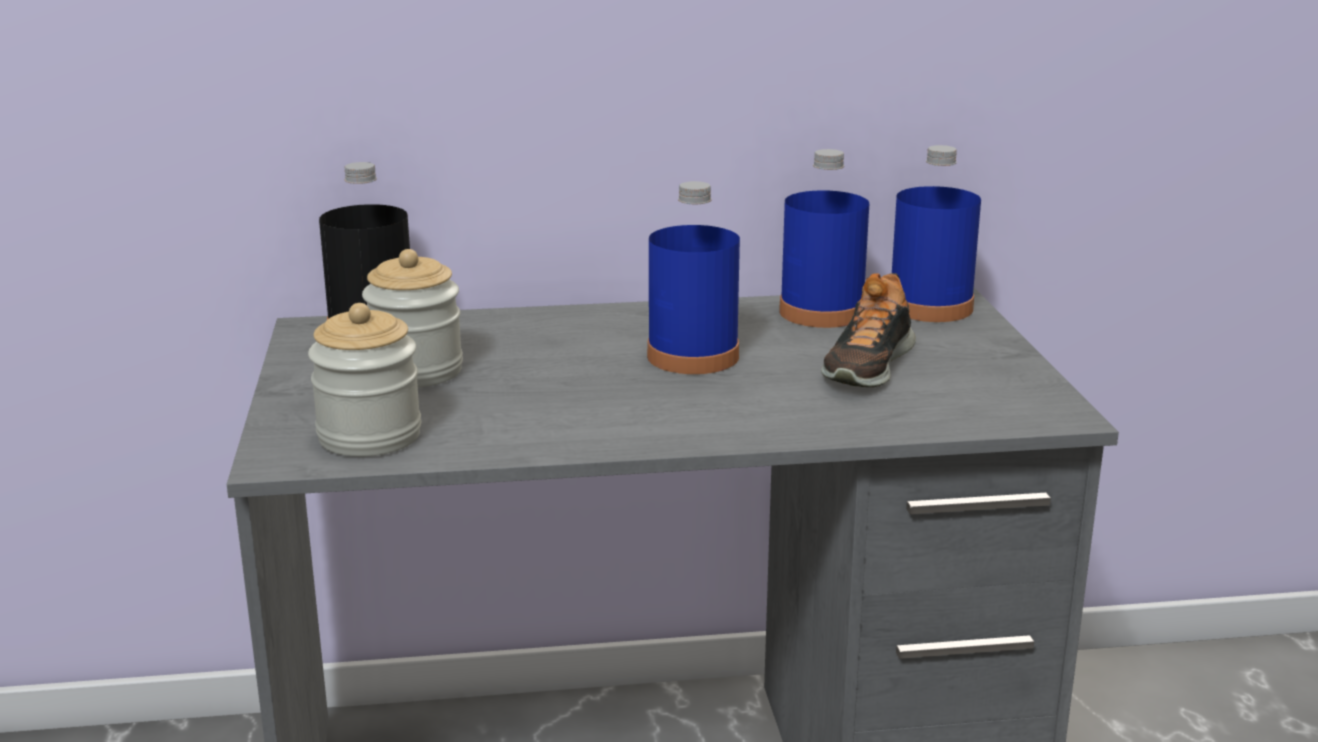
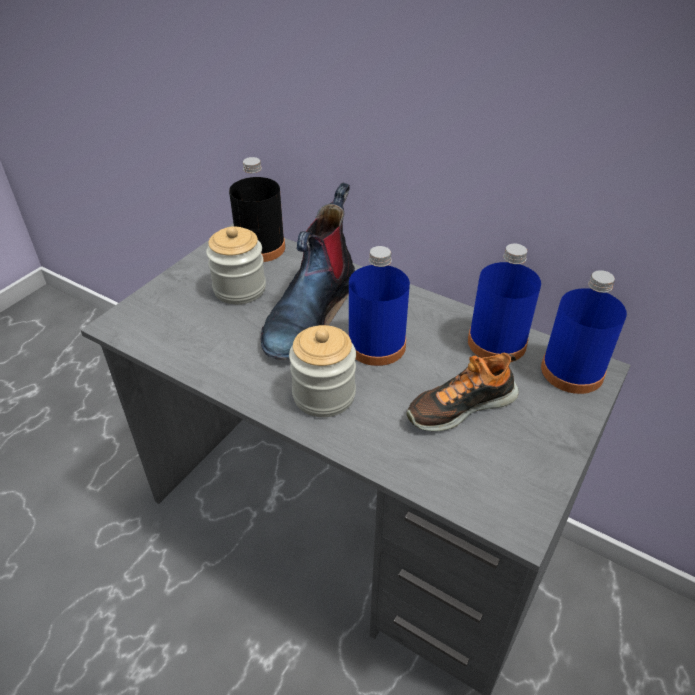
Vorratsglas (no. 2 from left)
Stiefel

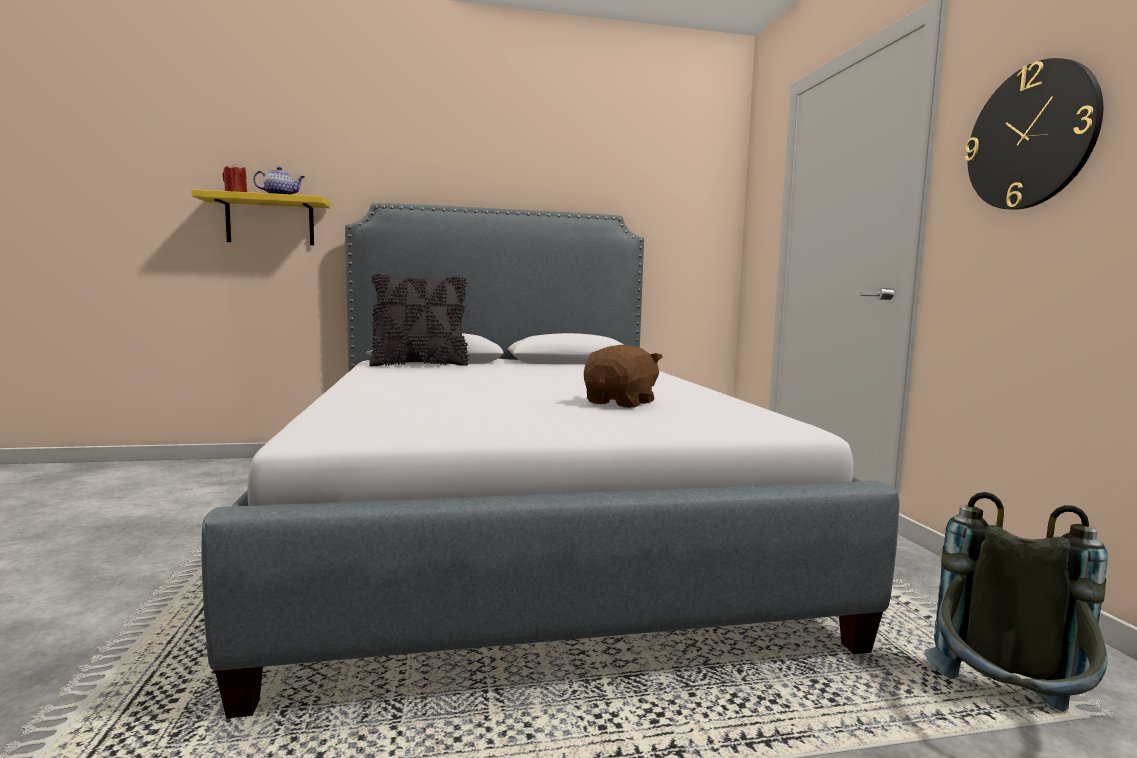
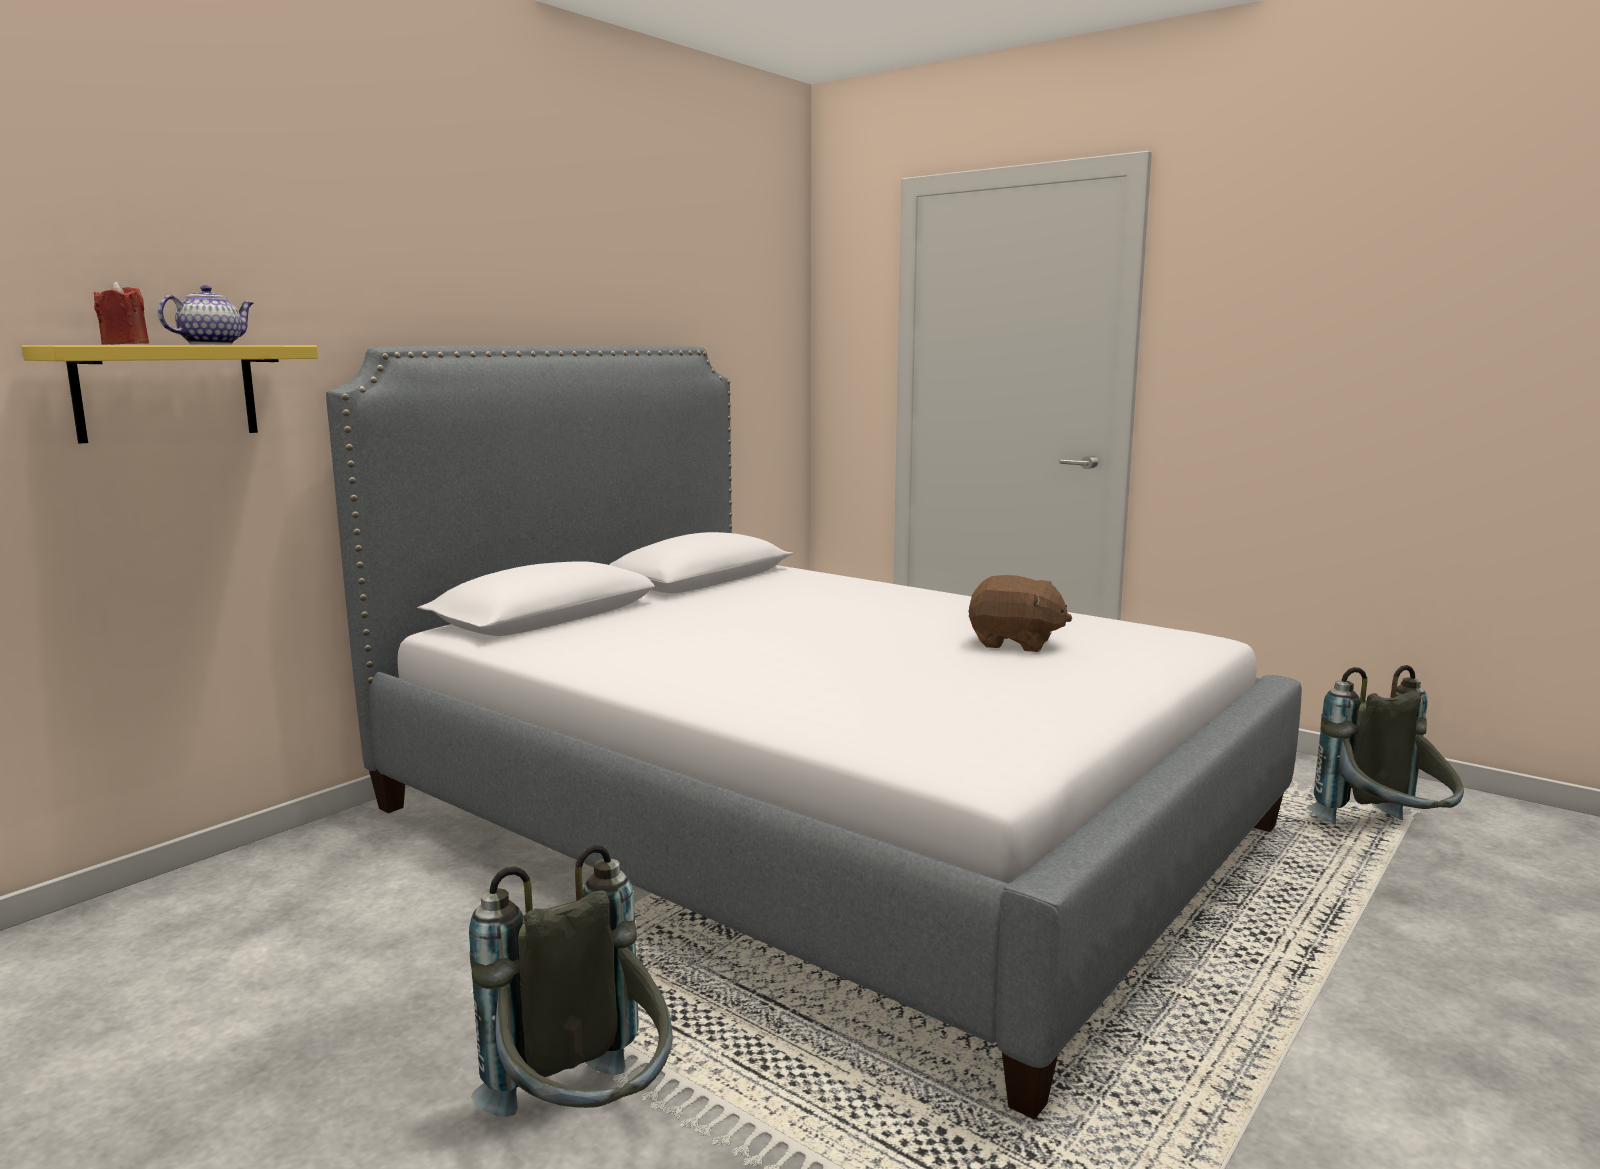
Kissen (schwarz)
Plüschtier (braun)
Wanduhr
Rucksack (grau) (no. 1 from left)

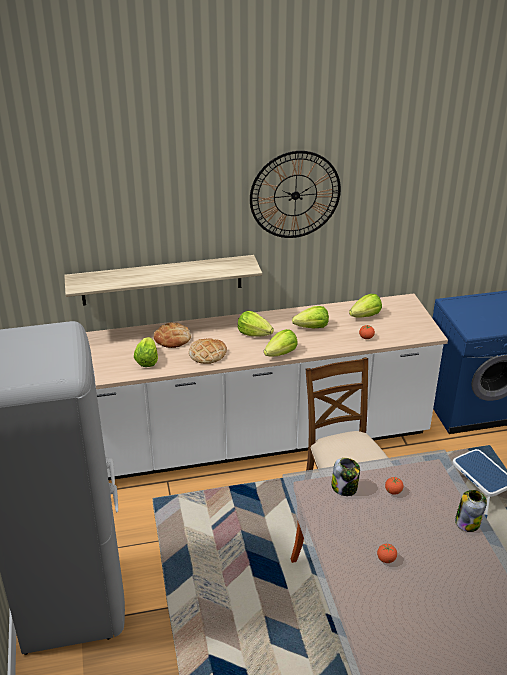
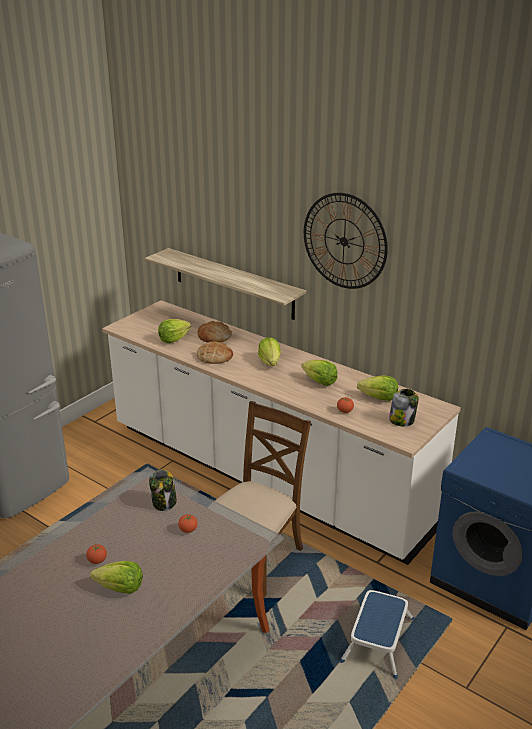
Salatkopf (no. 1 from left)
Vorratsglas (no. 2 from left)

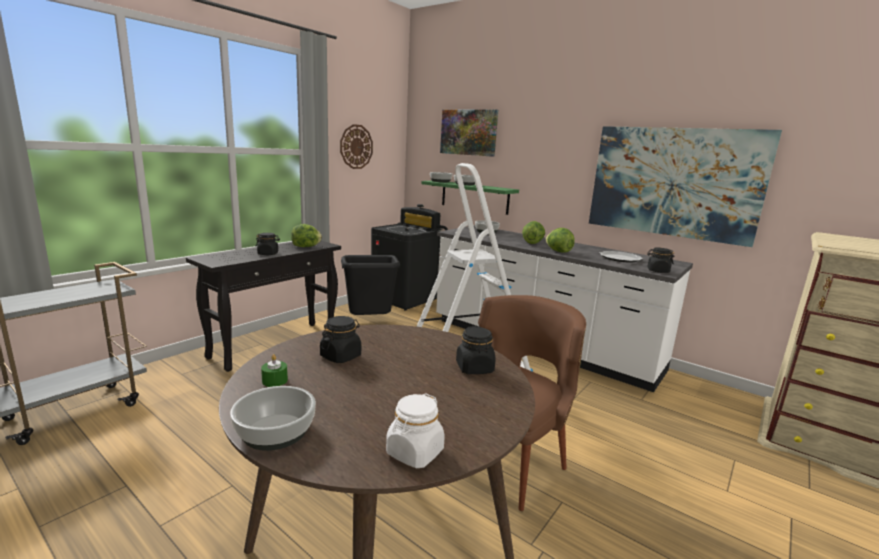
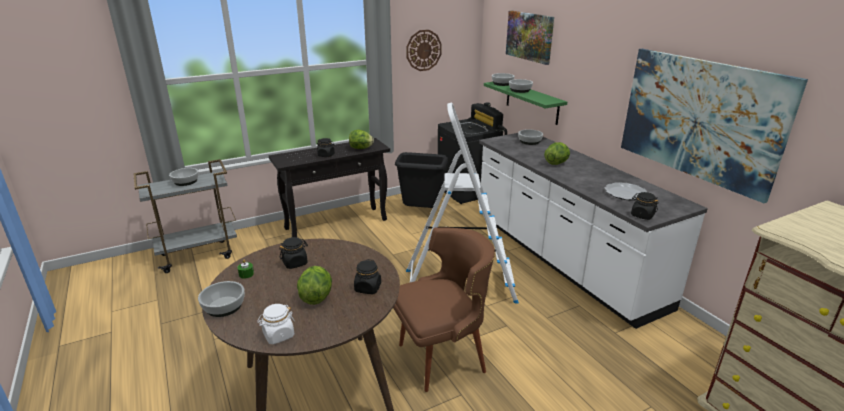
Salatkopf (no. 1 from left)
Schüssel (no. 1 from left)

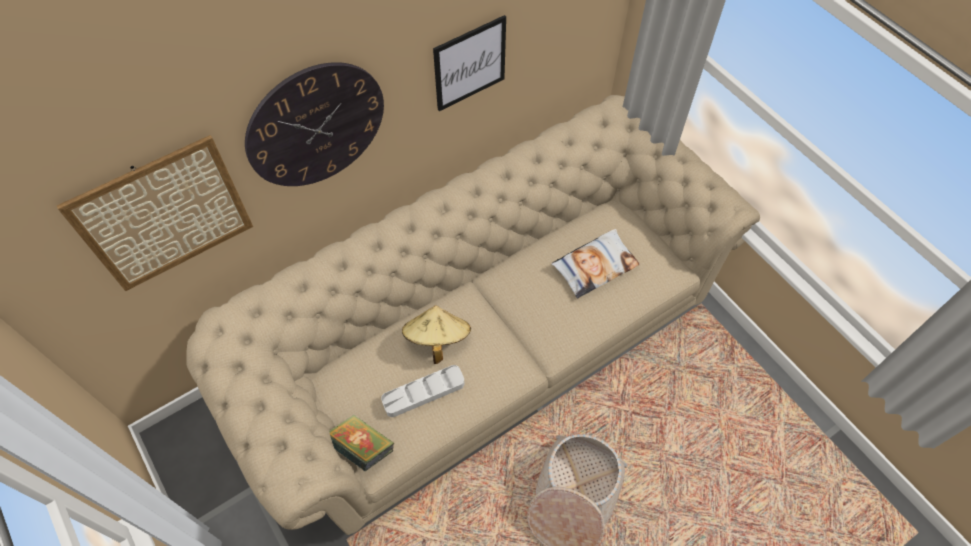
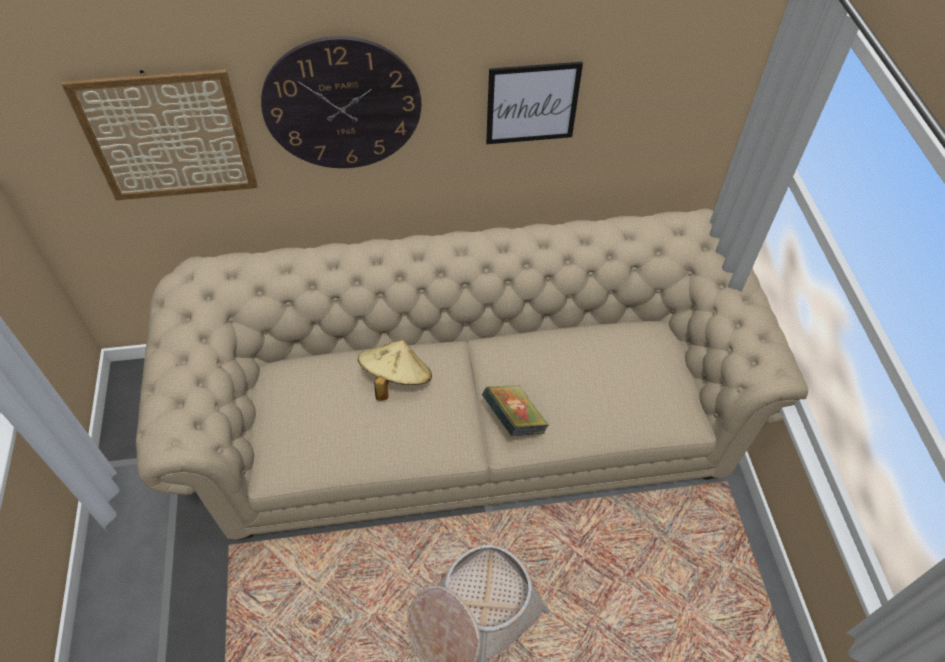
Buch
Tablett (grau)
Kissen

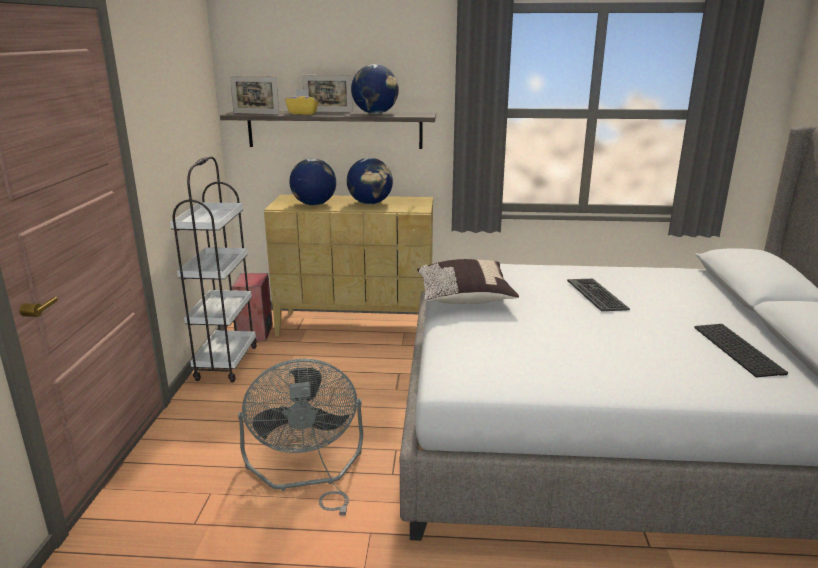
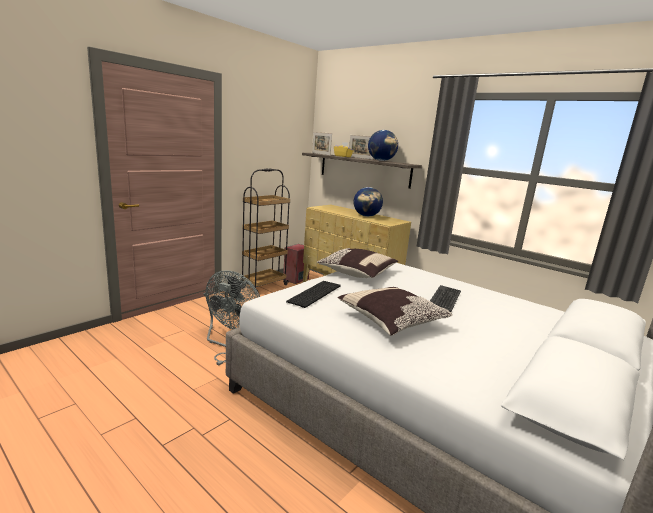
Rollwagen (braun)
Globus (no. 1 from left in the first image)
Tastatur (no. 1 from left)
Kissen (no. 2 from left)

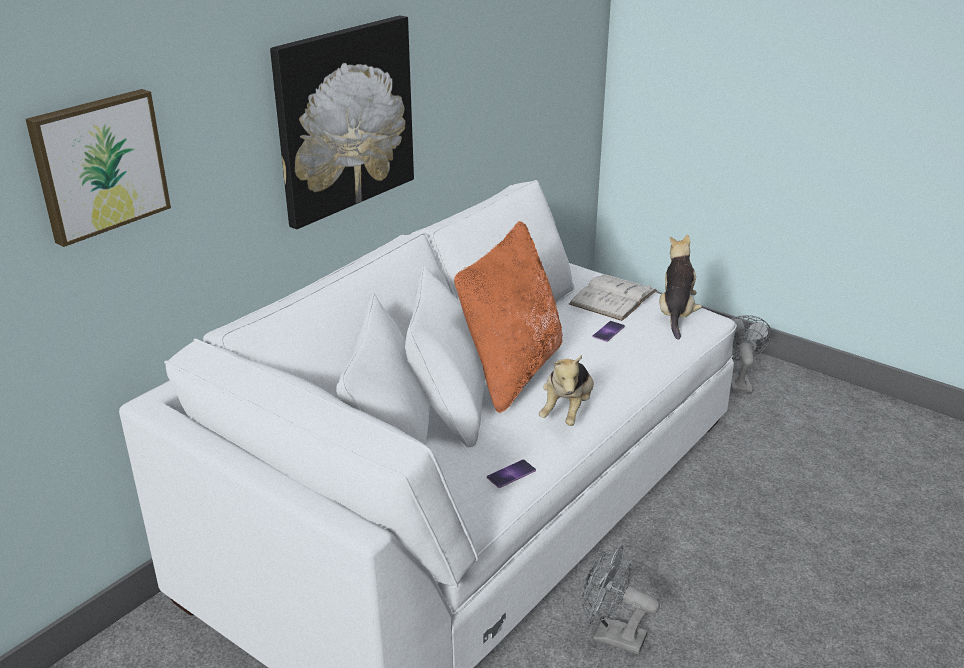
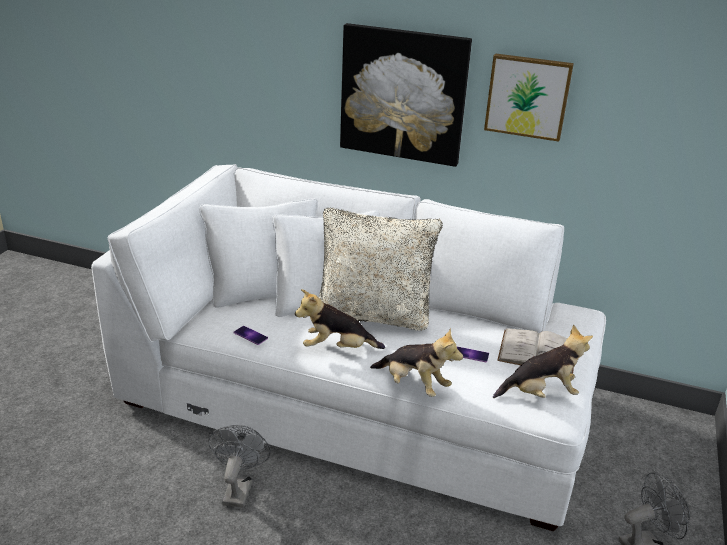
Bild (no. 2 from left)
Kissen (beige)
Plüschtier (no. 2 from left)

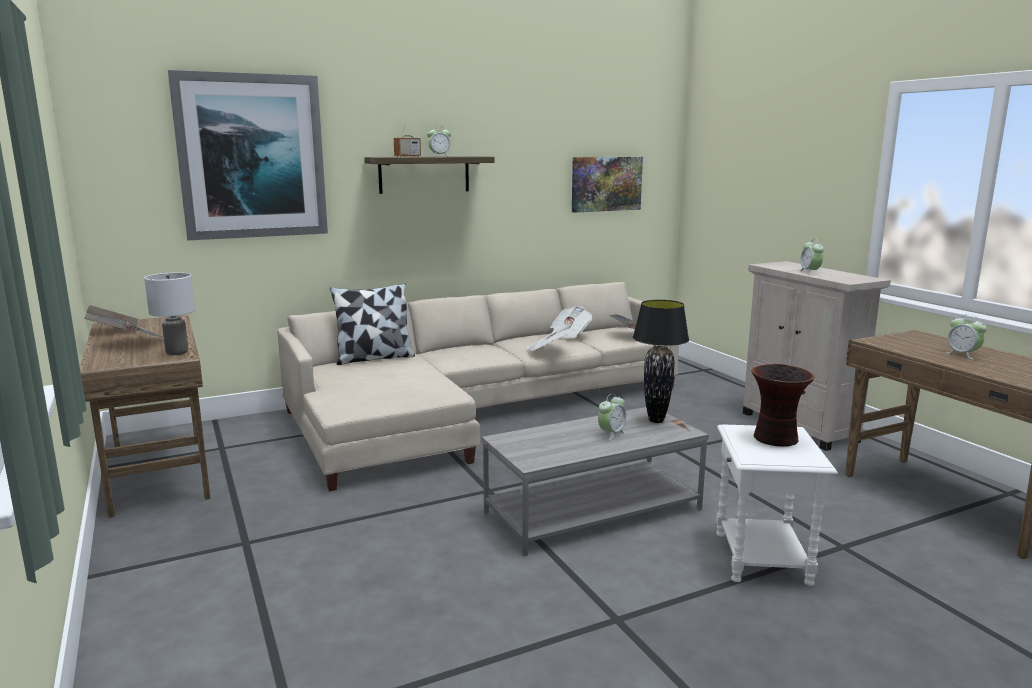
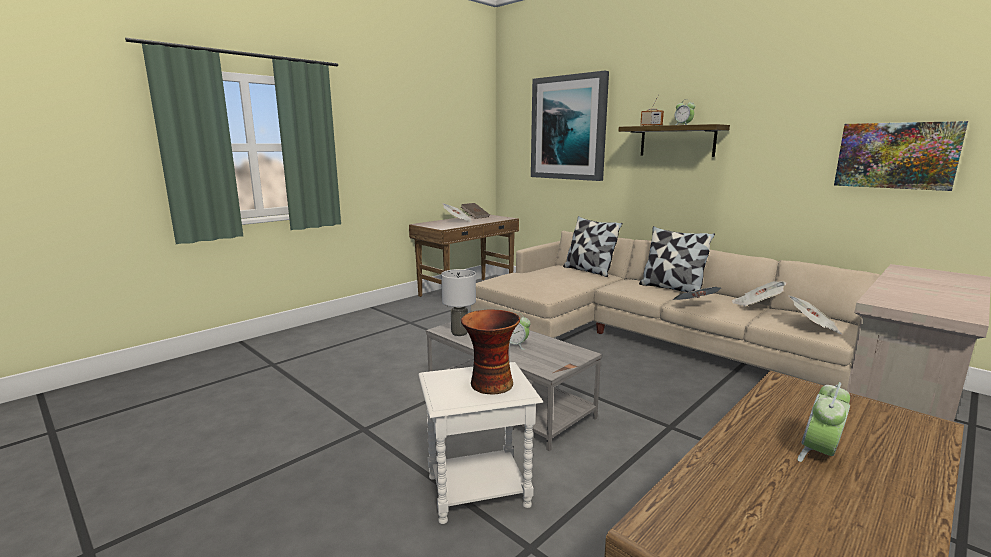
Tischlampe (weiß)
Tischlampe (schwarz)
Wecker (no. 3 from left in the first image)
Kissen (no. 2 from left)

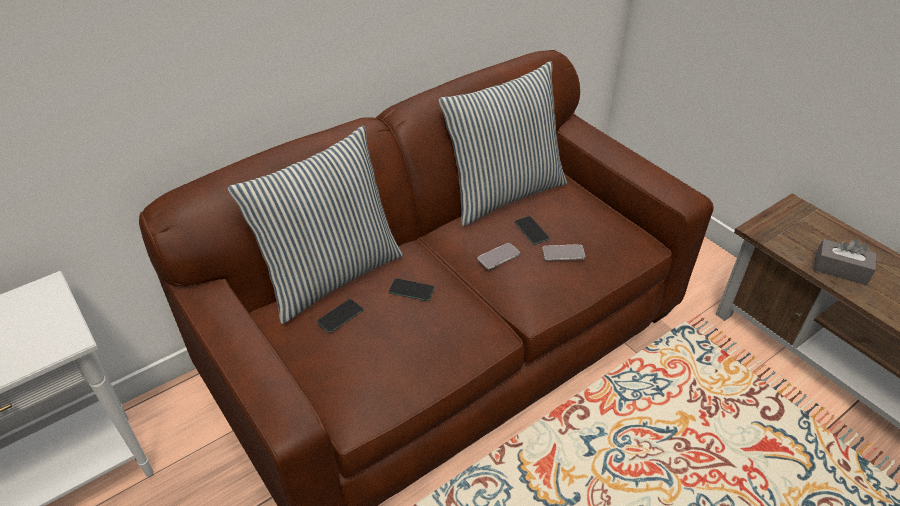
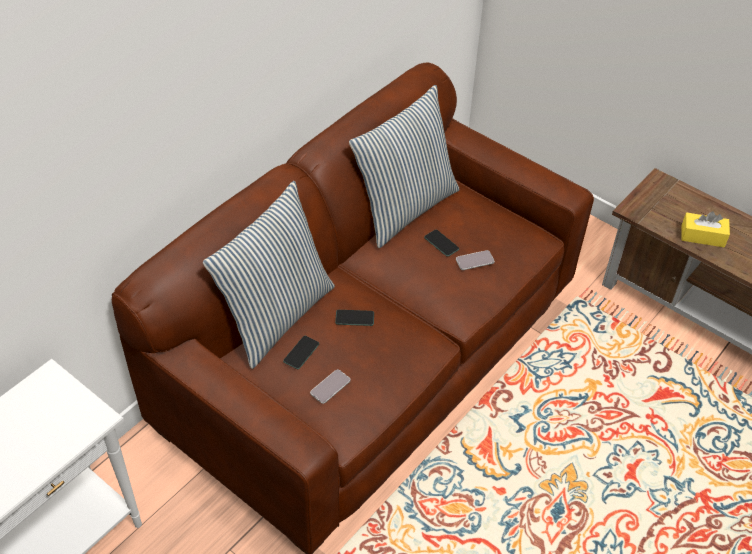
Handy (no. 2 from left)
Taschentuchbox (gelb)

